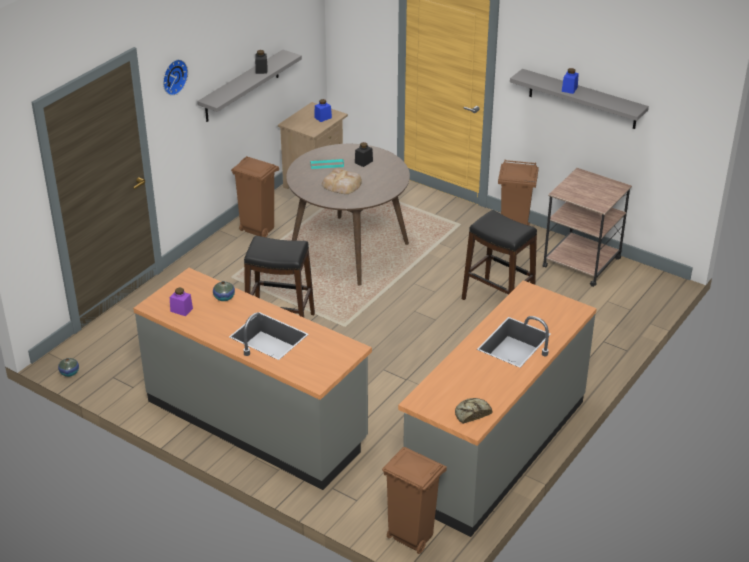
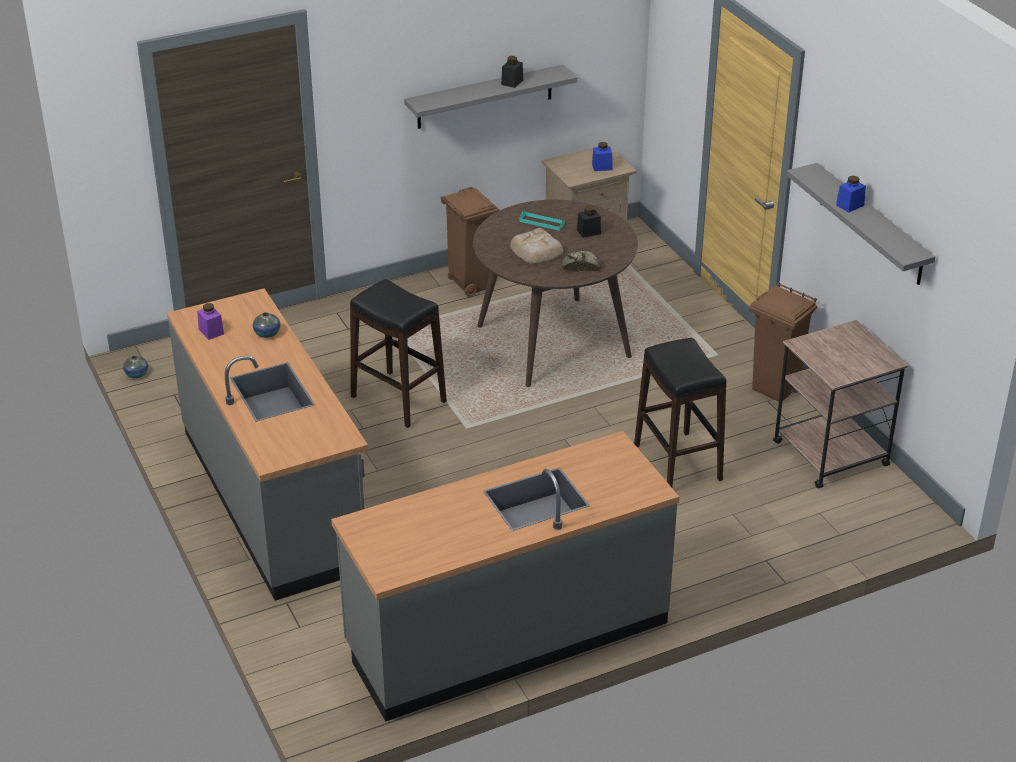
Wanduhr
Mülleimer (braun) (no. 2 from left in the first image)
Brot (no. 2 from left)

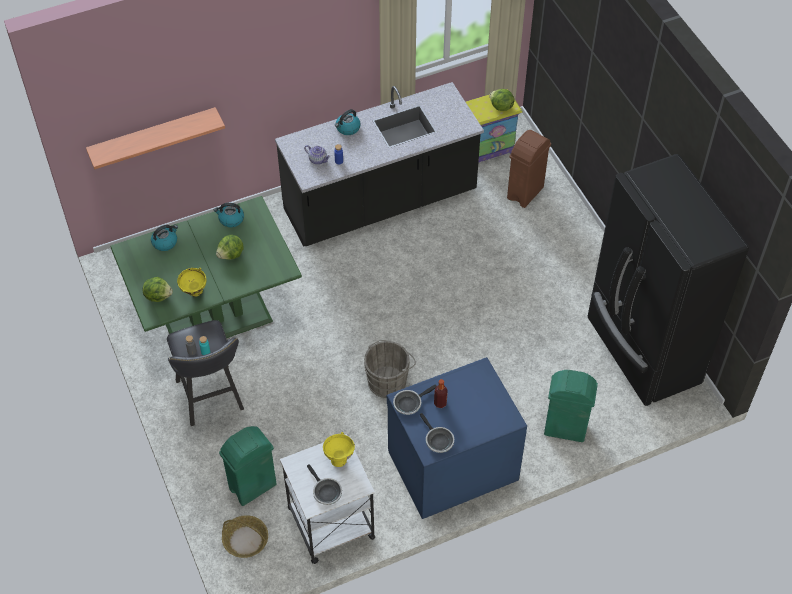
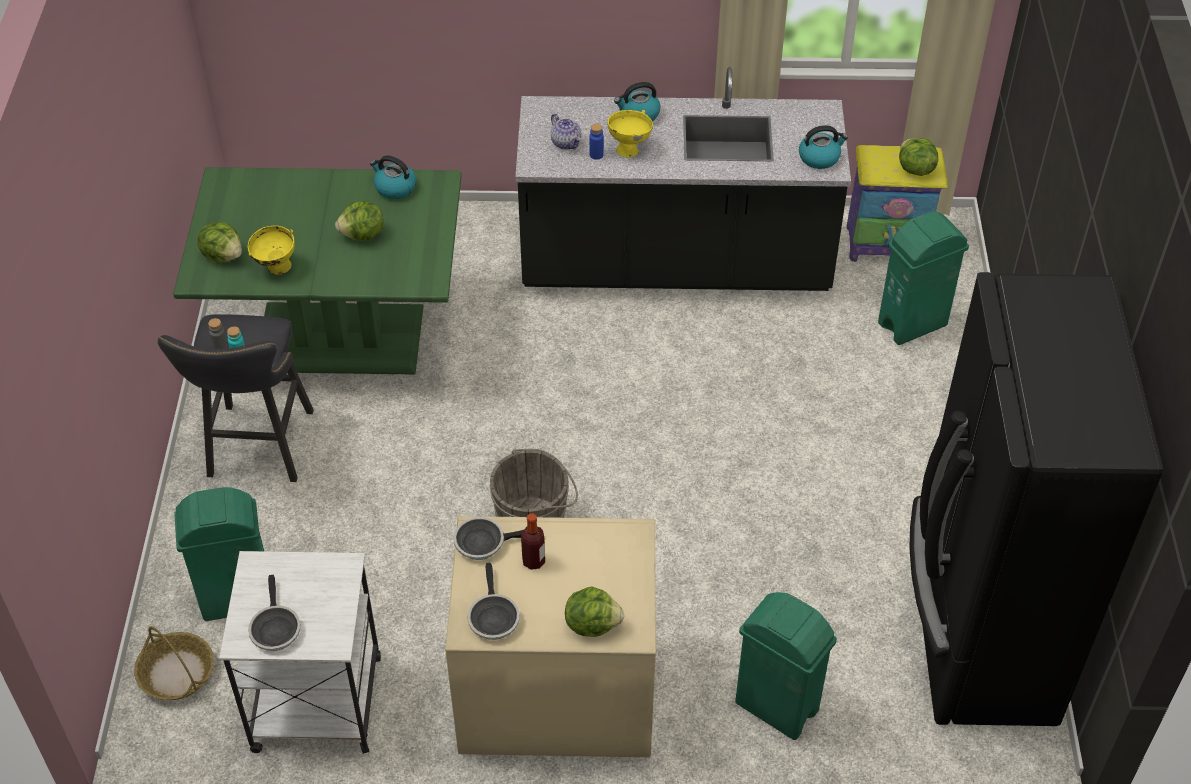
Wandregal
Wasserkessel (no. 3 from left)
Schüssel (gelb) (no. 2 from left)
Waschmaschine (beige)
Mülleimer (grün) (no. 3 from left)
Salatkopf (no. 3 from left)

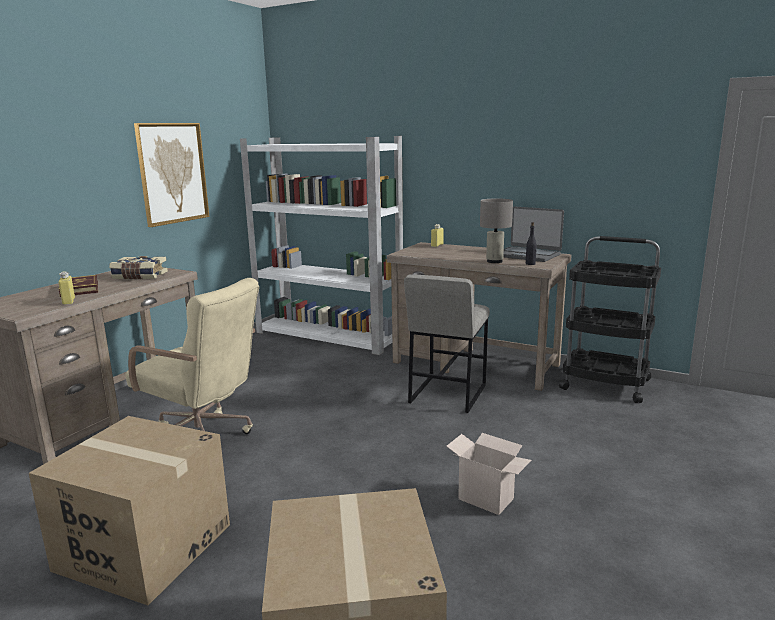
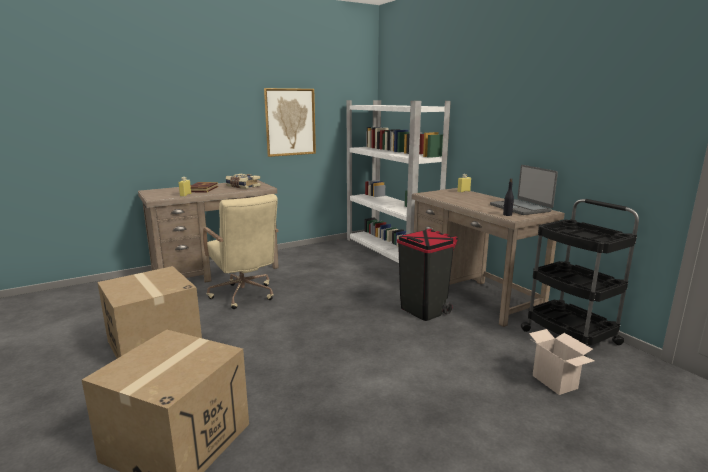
Mülleimer (schwarz)
Karton (no. 3 from left)
Tischlampe (grau)

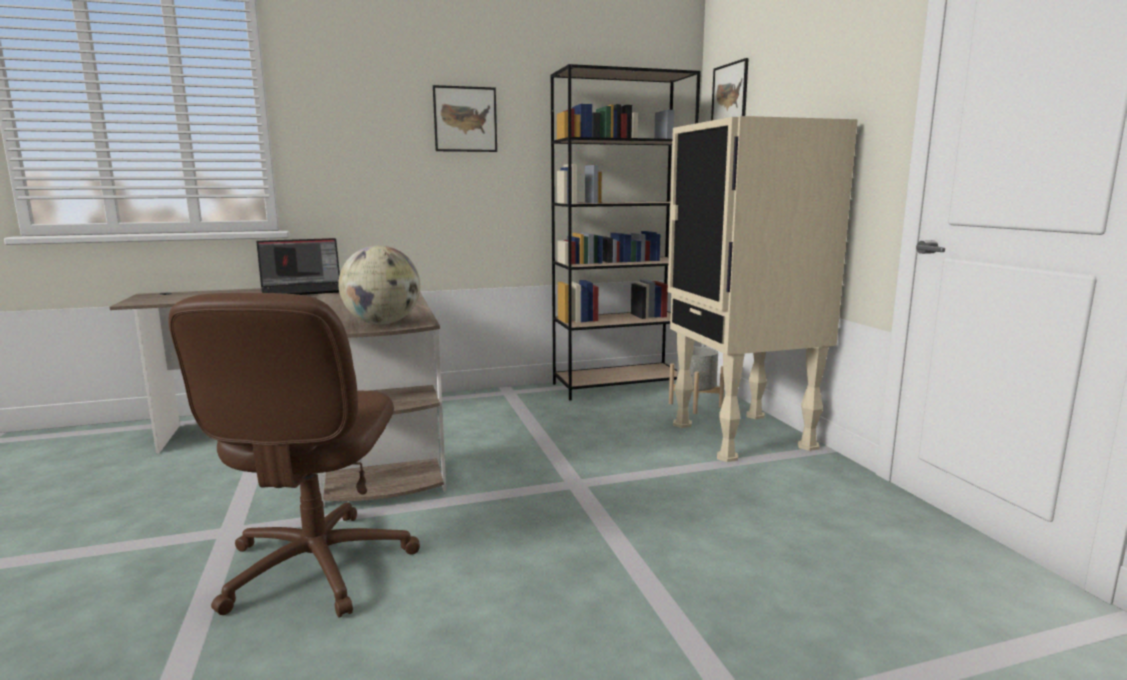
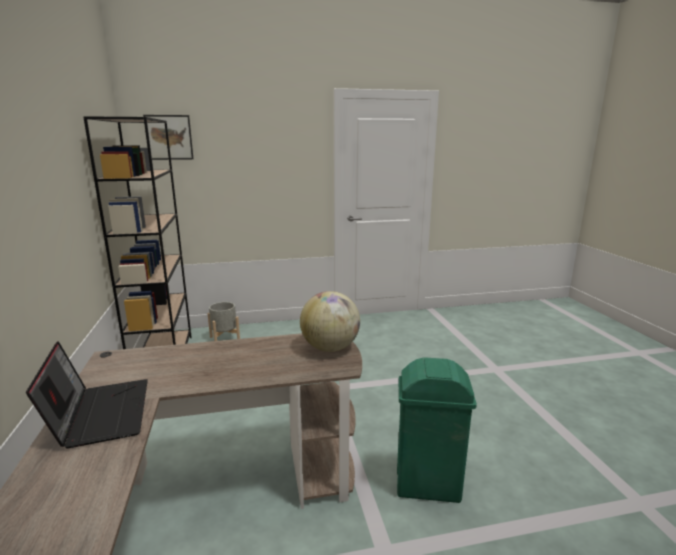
Mülleimer (grün)
Bild (no. 1 from left in the first image)
Schrank (beige)

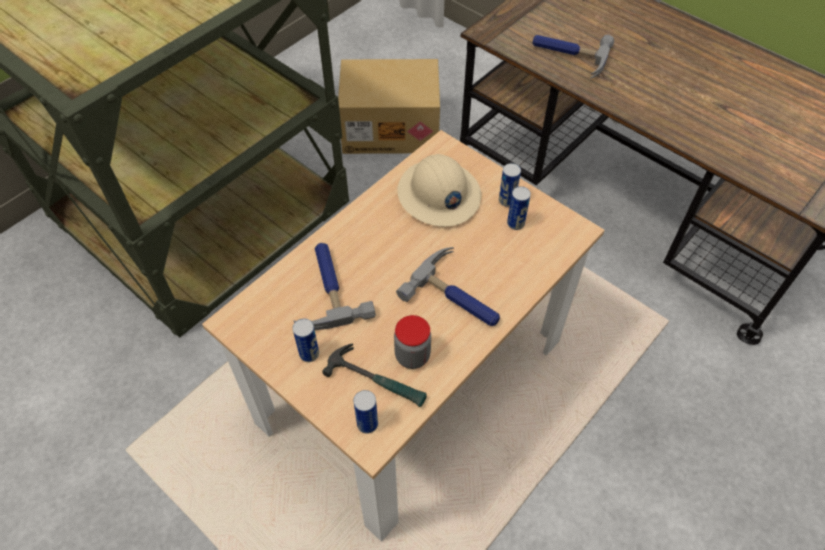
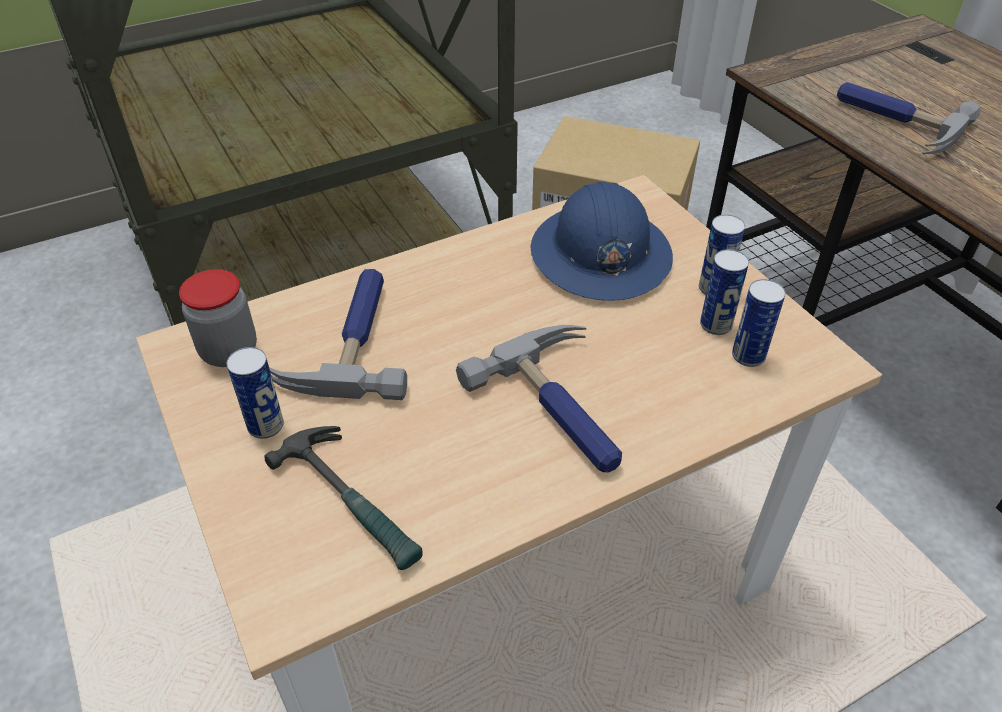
Dose (no. 4 from left)
Vorratsglas
Schutzhelm (blau)

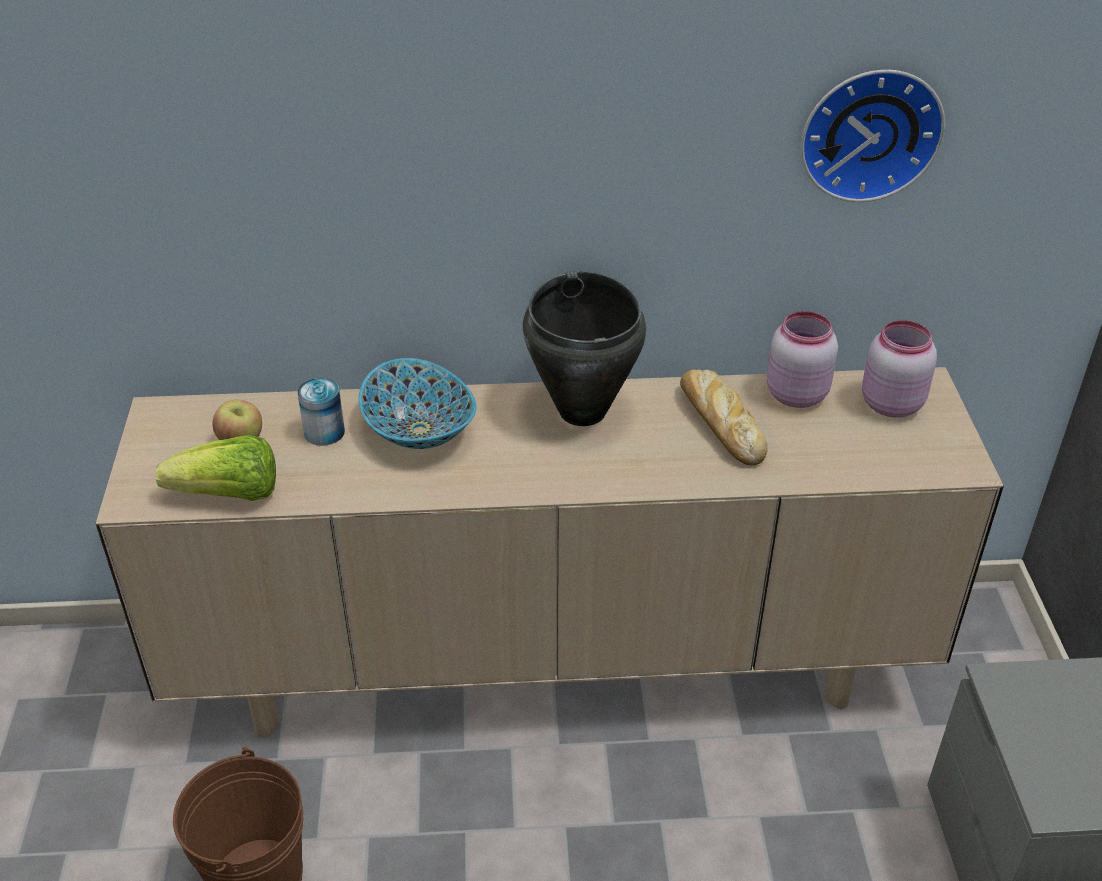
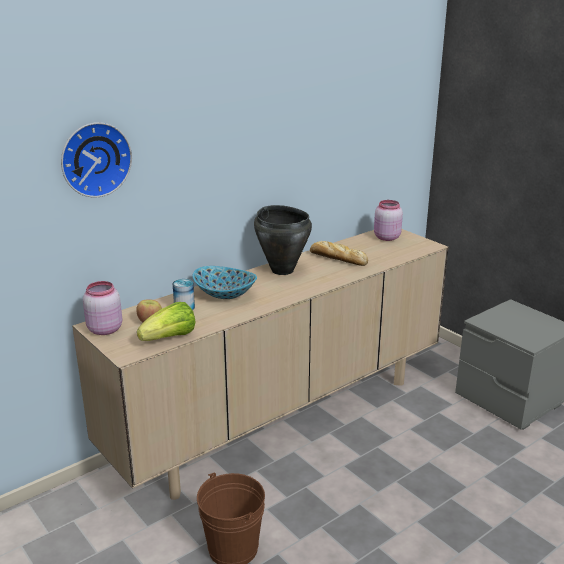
Vorratsglas (rosa) (no. 1 from left)
Wanduhr

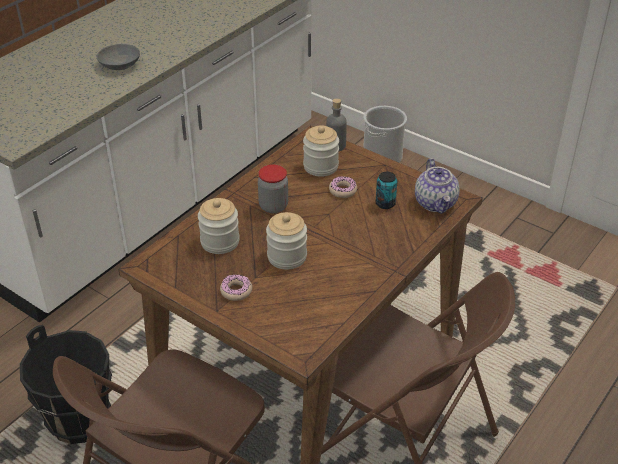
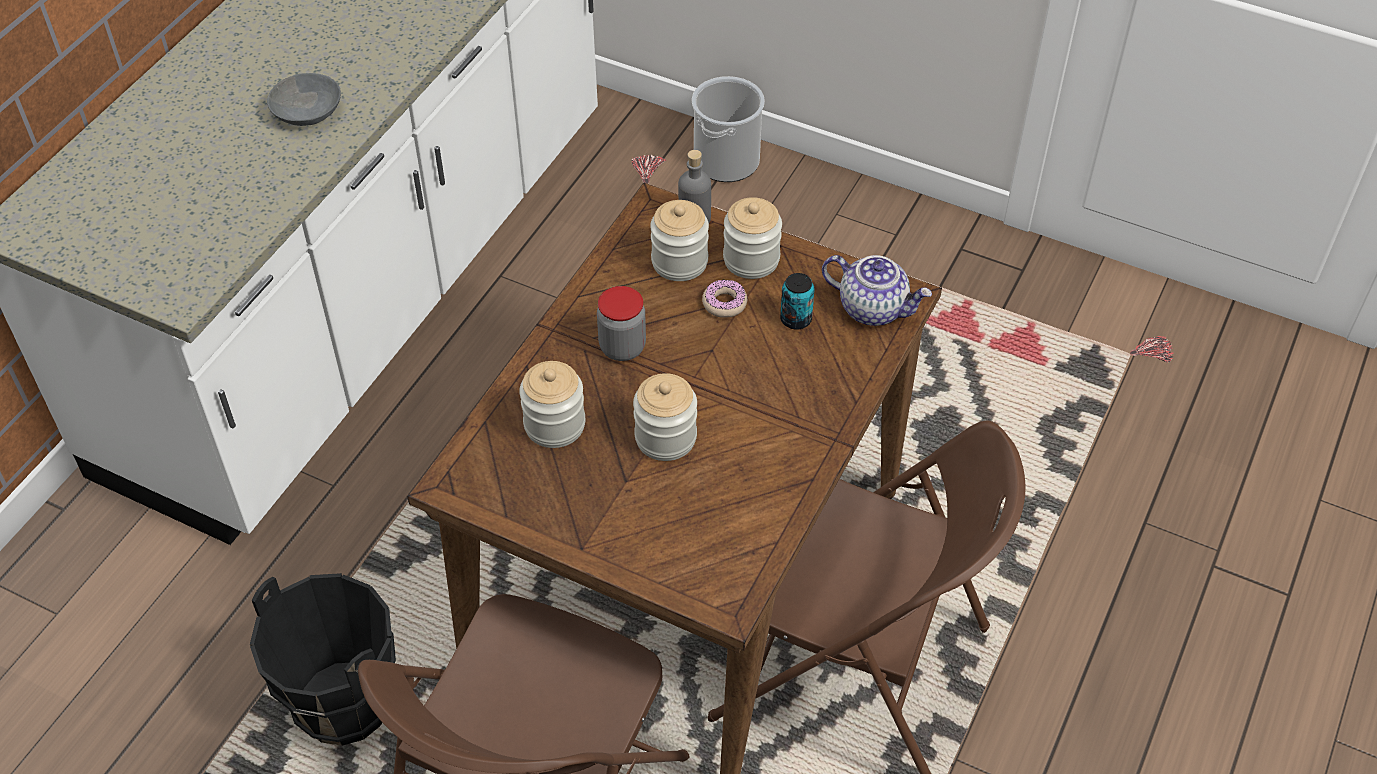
Donut (no. 1 from left in the first image)
Teekanne
Vorratsglas (no. 5 from left)

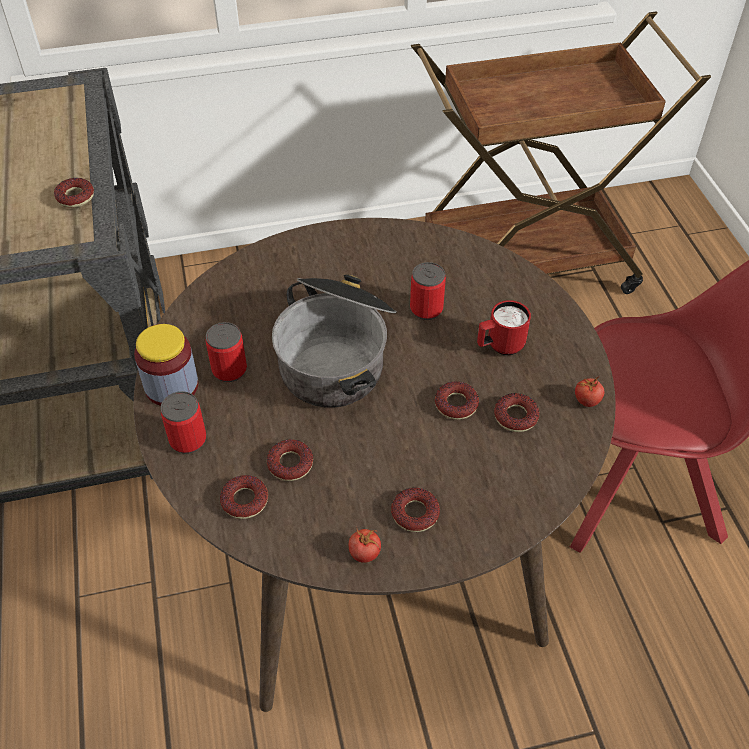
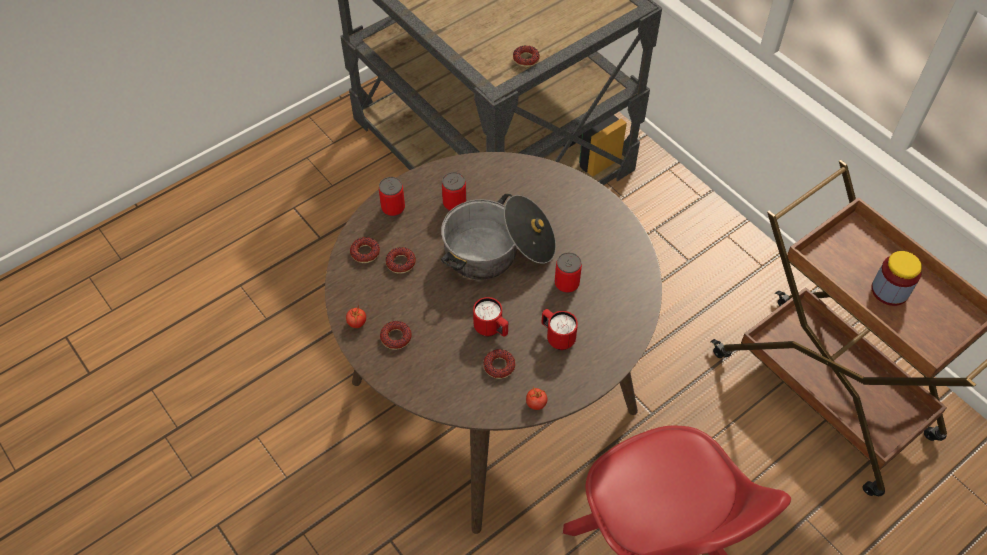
Vorratsglas
Henkelbecher (rot) (no. 1 from left)

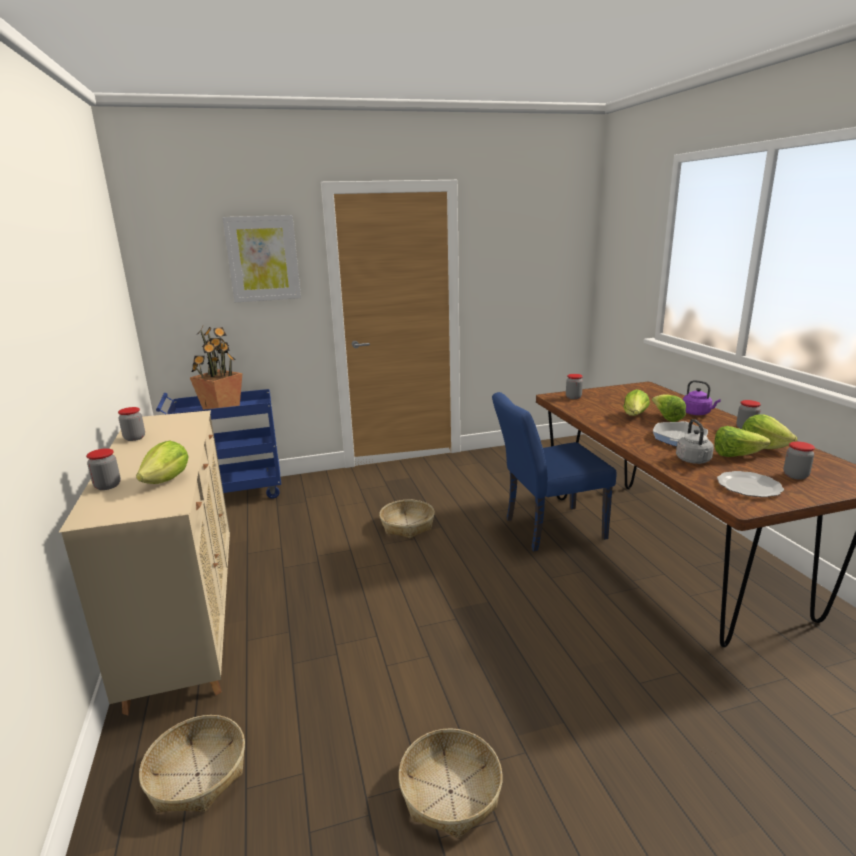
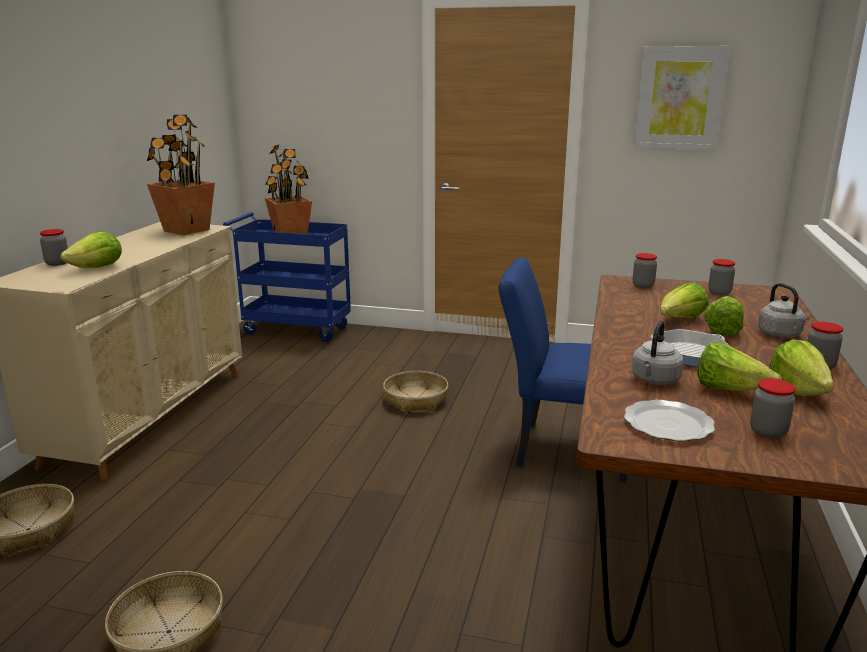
Vorratsglas (no. 3 from left)
Bild
Wasserkessel (grau) (no. 2 from left)
Topfpflanze (no. 1 from left)

